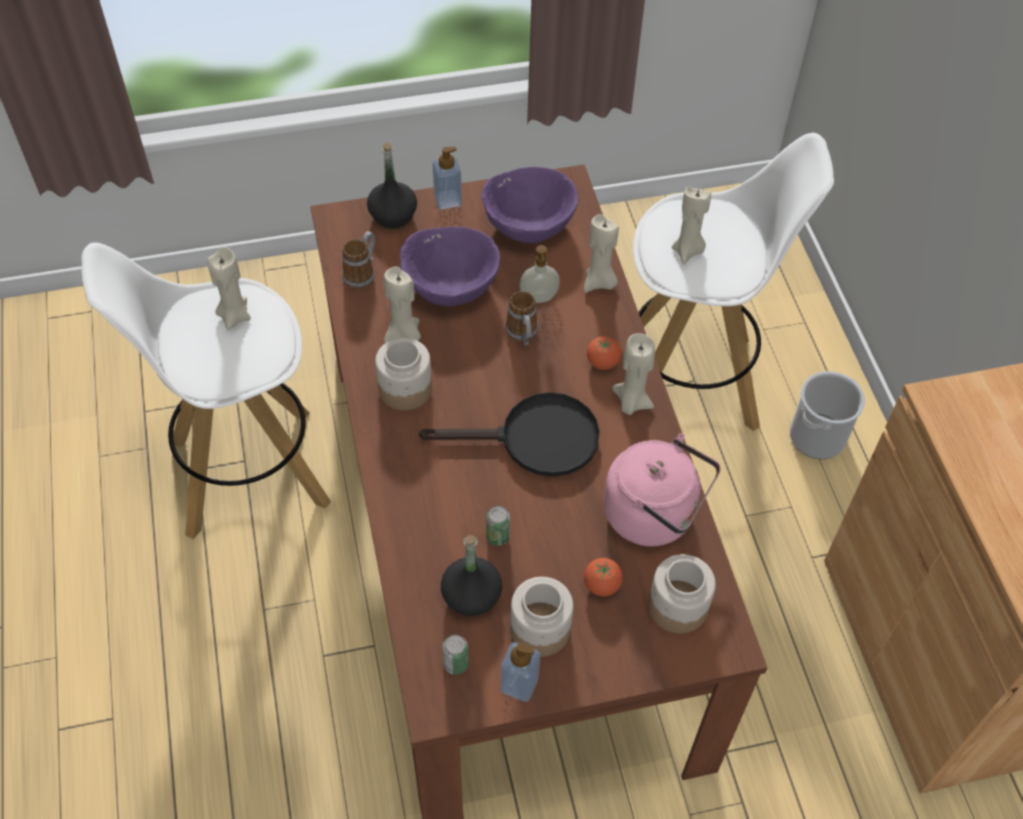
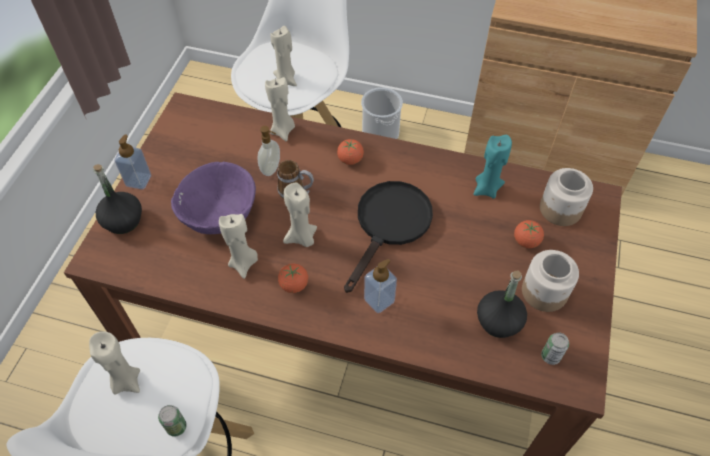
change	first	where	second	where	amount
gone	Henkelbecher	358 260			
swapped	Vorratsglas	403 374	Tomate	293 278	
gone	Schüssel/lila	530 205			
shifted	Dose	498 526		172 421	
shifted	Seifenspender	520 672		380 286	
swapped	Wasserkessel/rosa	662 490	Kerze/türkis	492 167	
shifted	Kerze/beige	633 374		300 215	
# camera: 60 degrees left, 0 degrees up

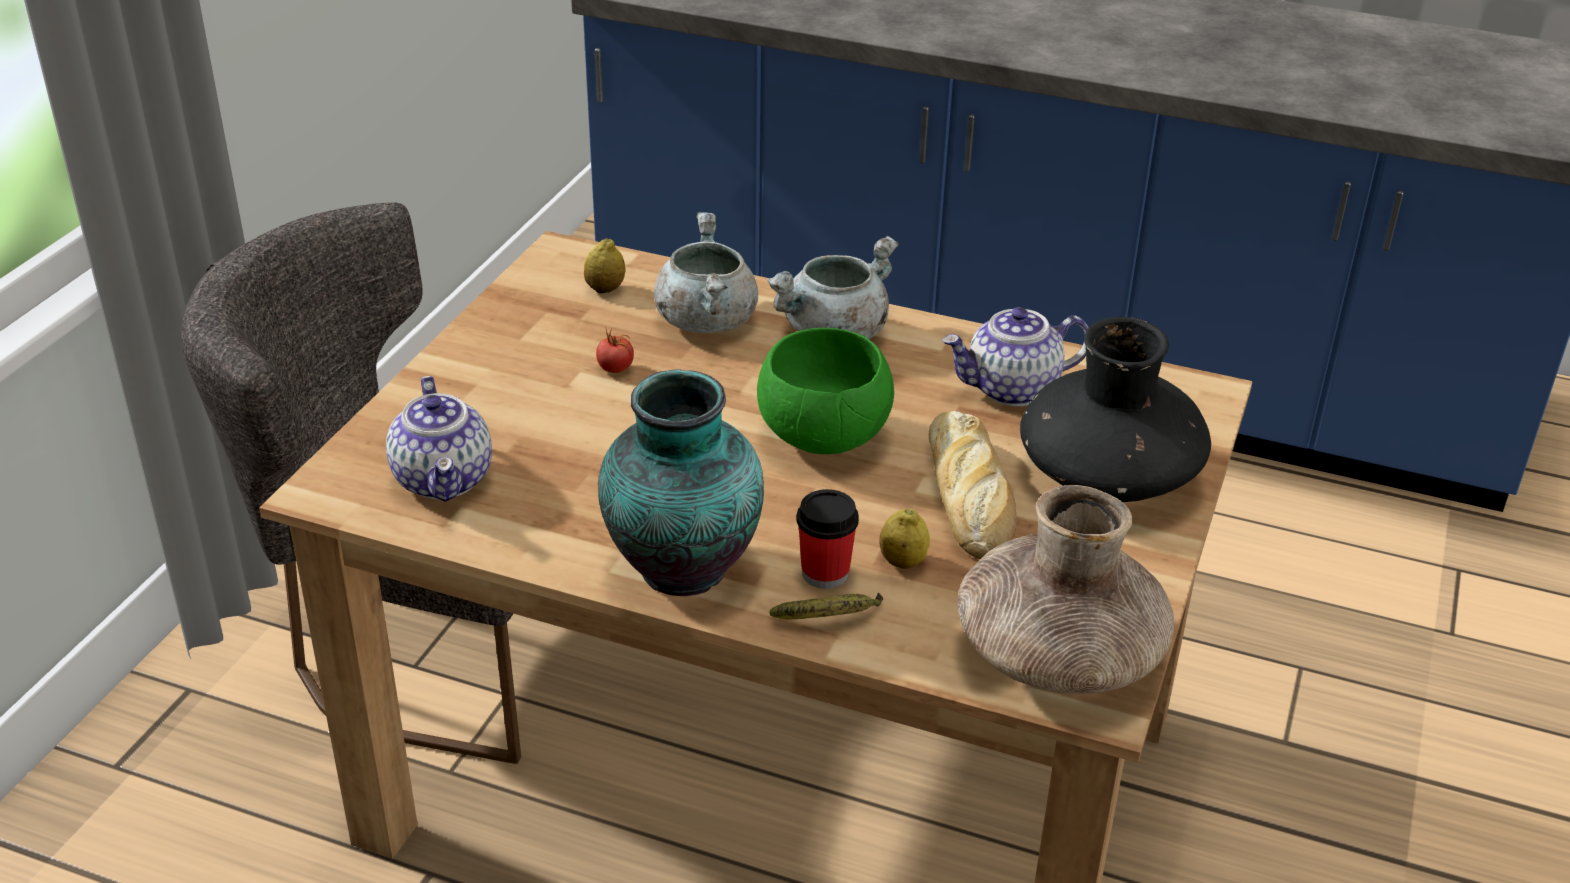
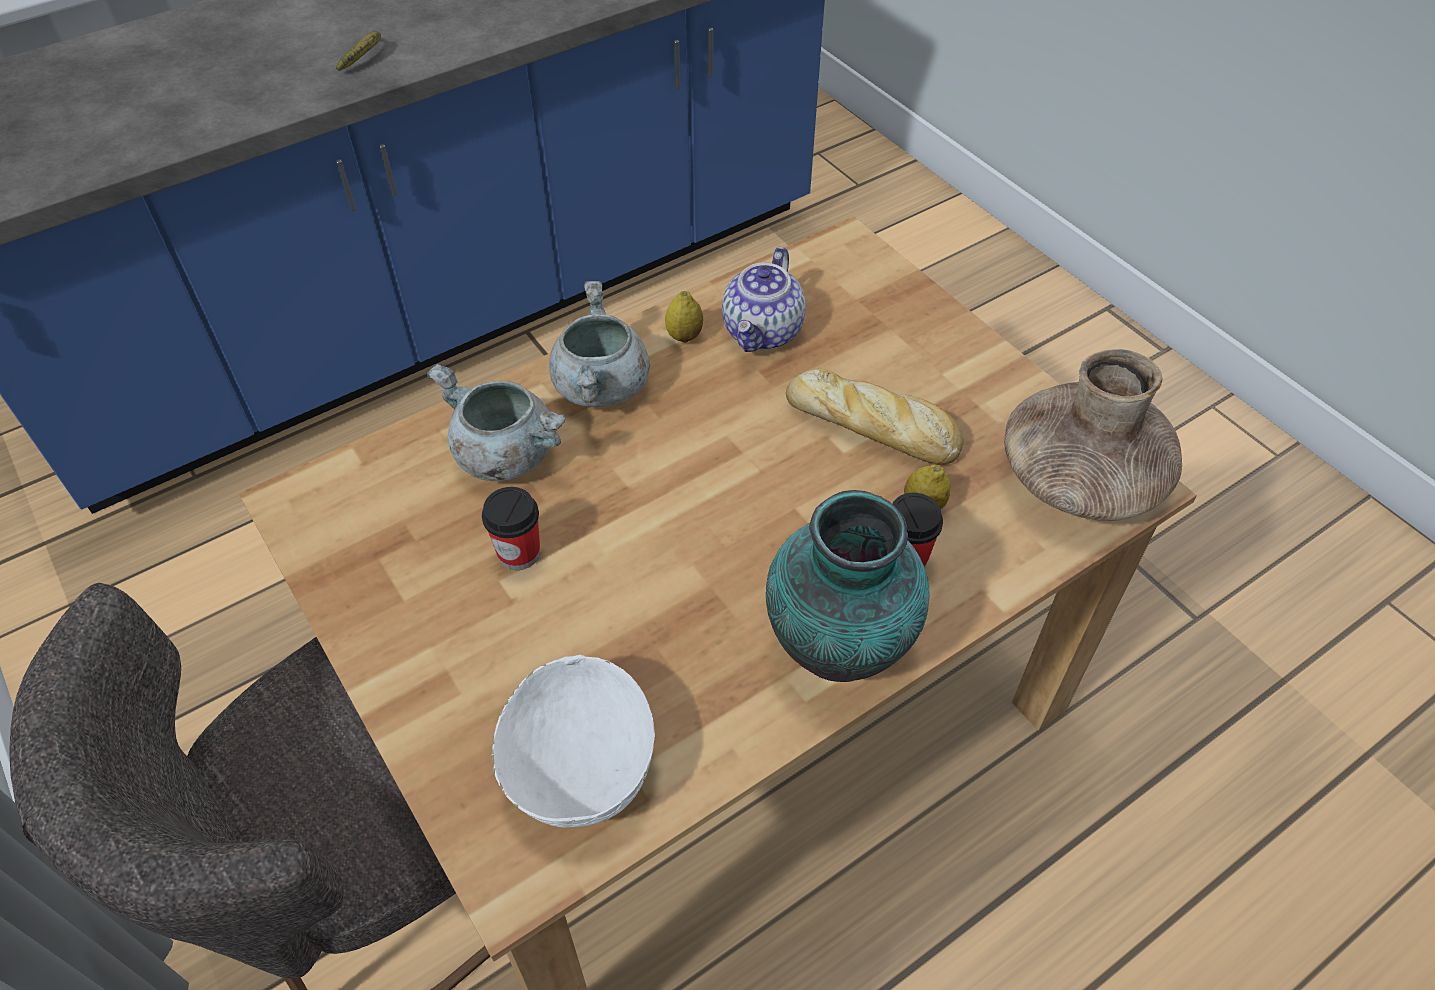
change	first	where	second	where	amount
swapped	Teekanne	439 439	Schüssel/weiß	573 741	
shifted	Zitrone	605 265		684 316	
swapped	Tomate	615 351	Tasse	511 528	
gone	Schüssel/grün	825 391			
shifted	Banane	826 606		358 51	
gone	Vase/schwarz	1115 409			
# camera: 55 degrees left, 15 degrees up

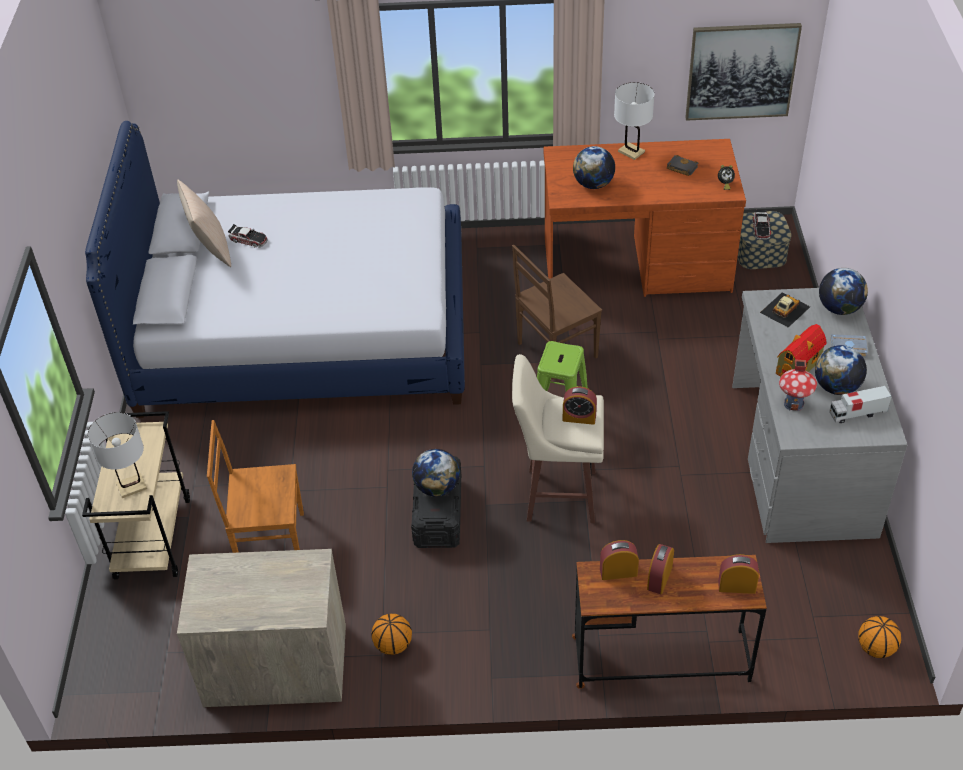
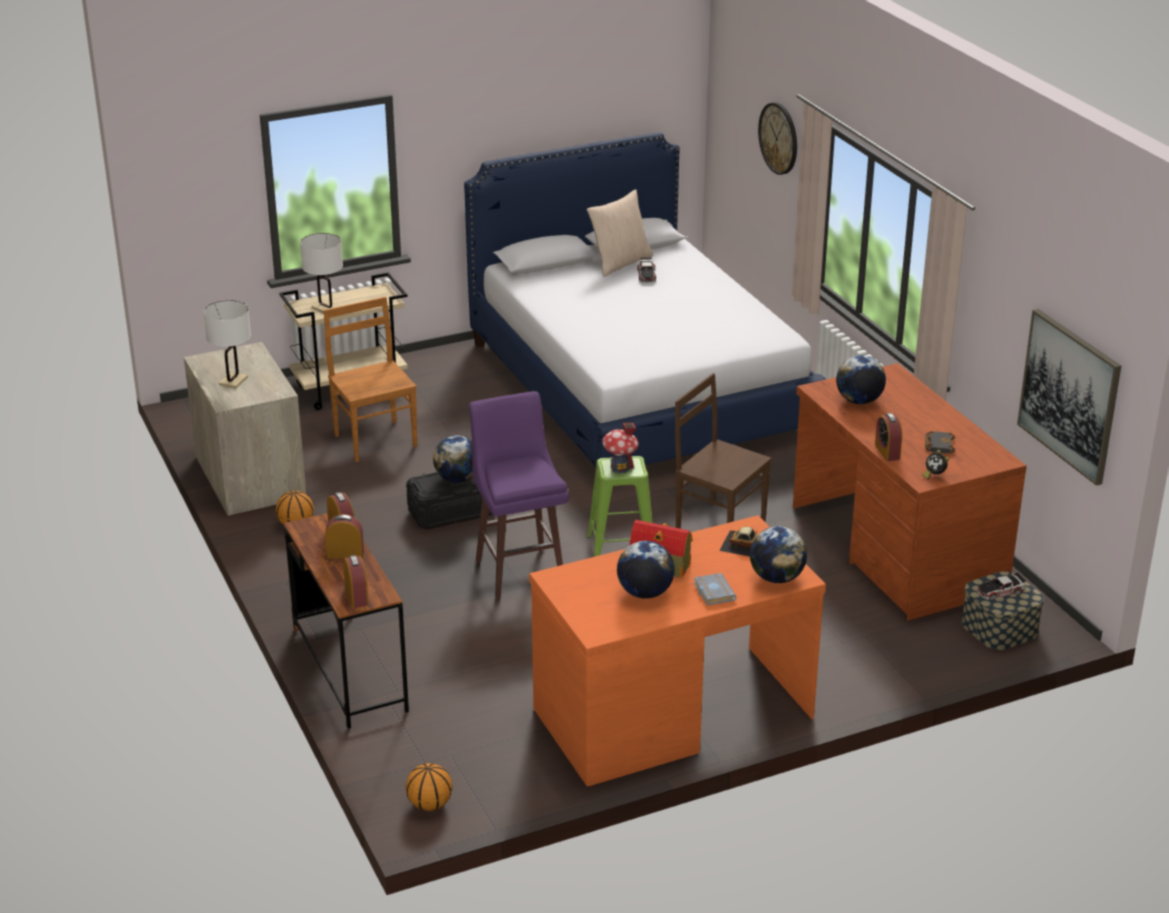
change	first	where	second	where	amount
repainted	Hocker/beige	558 438	Hocker/lila	519 494	
shifted	Wecker	580 406		888 437	
shifted	Tischlampe/weiß	634 121		227 344	
repainted	Schreibtisch/grau	819 415	Schreibtisch/orange	677 650	
shifted	Spielzeughaus	798 385		620 448	
gone	Spielzeuglaster	860 404			
new			Wanduhr	777 138	
# camera: 65 degrees right, 15 degrees down

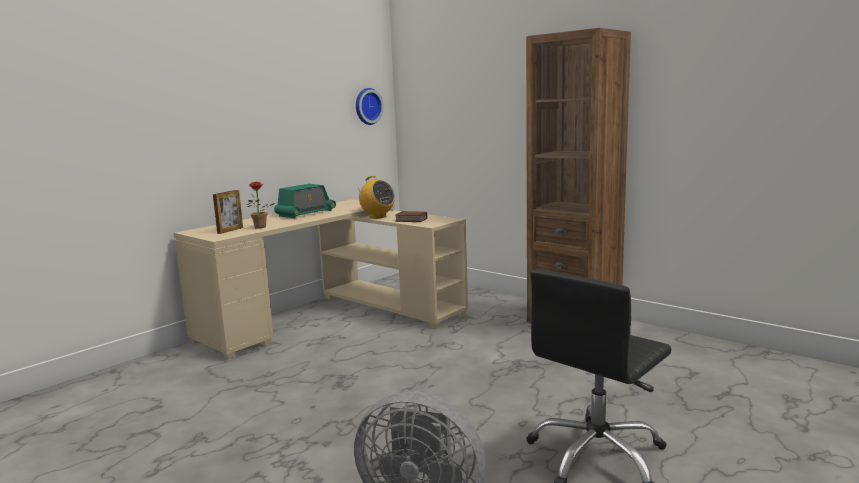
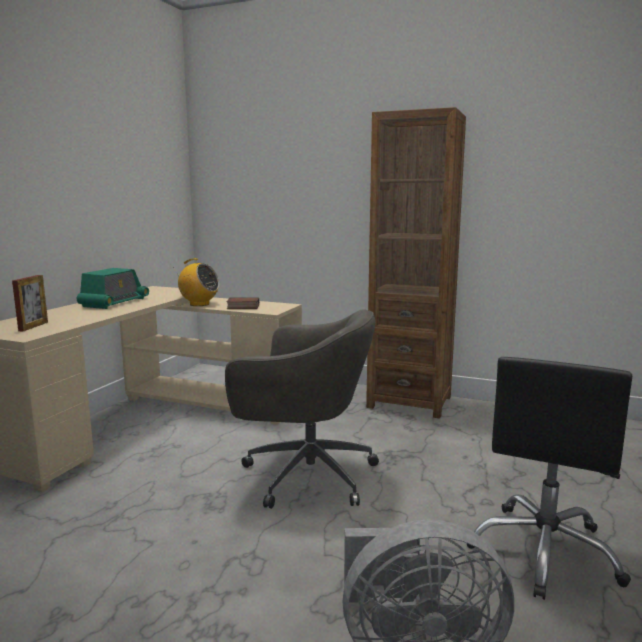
change	first	where	second	where	amount
gone	Topfpflanze	261 205			
gone	Wanduhr	370 106			
new			Bürostuhl/grau	302 409	
# camera: 20 degrees left, 0 degrees up

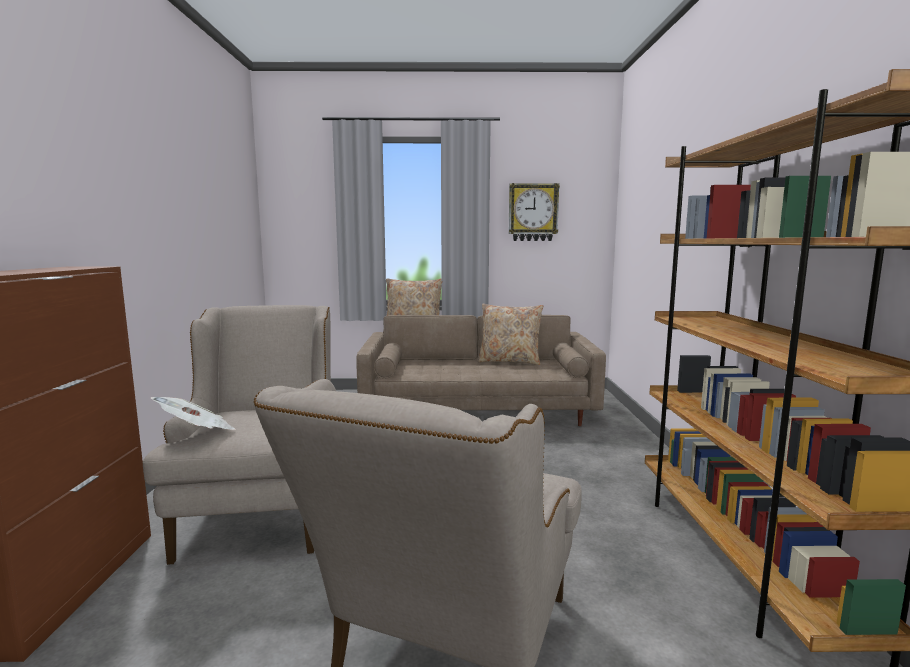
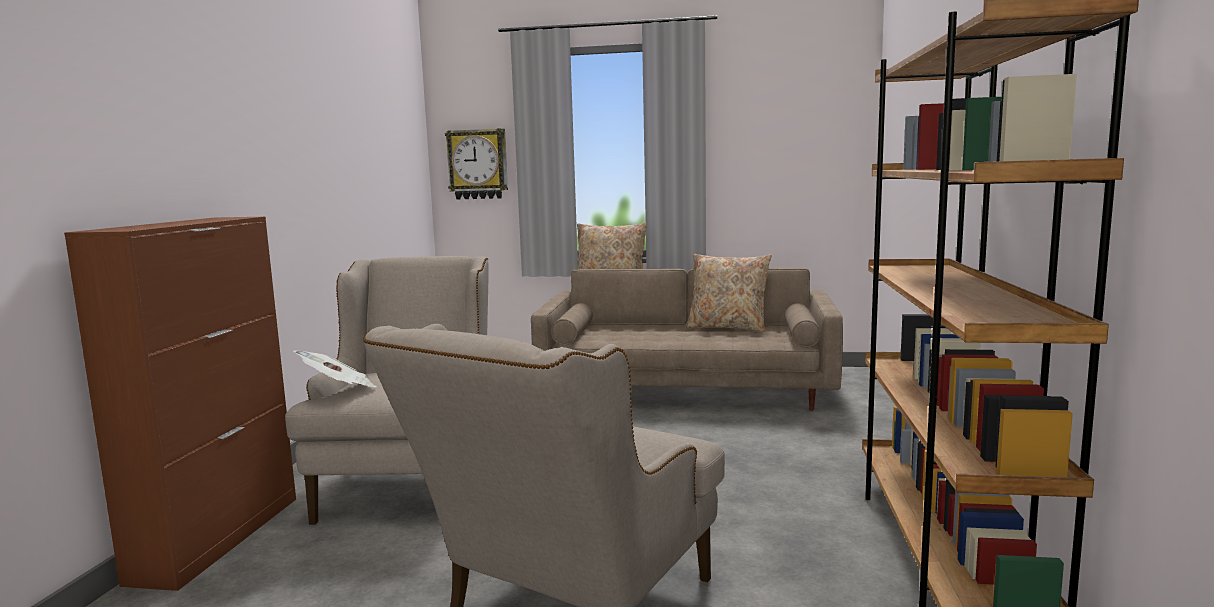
change	first	where	second	where	amount
shifted	Wanduhr	534 212		476 164	
# camera: 10 degrees right, 0 degrees up

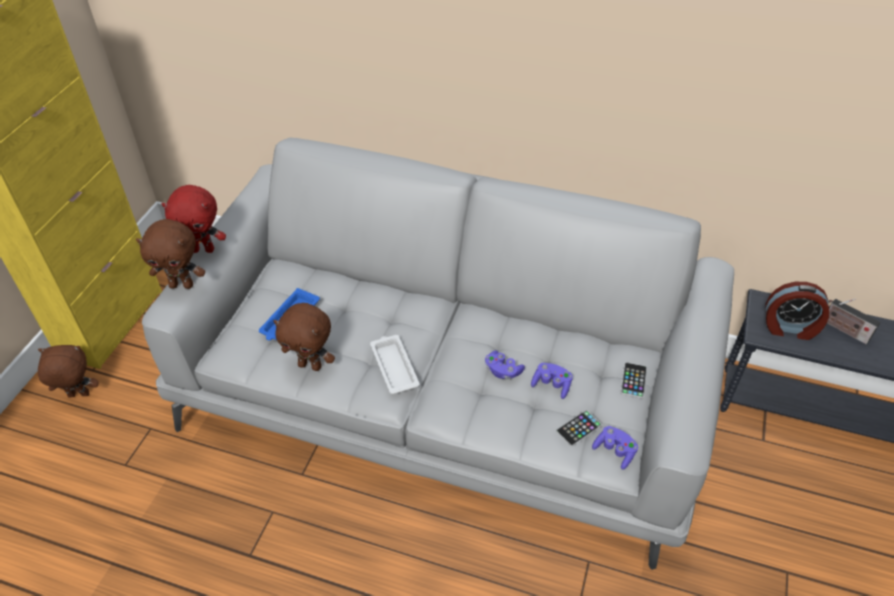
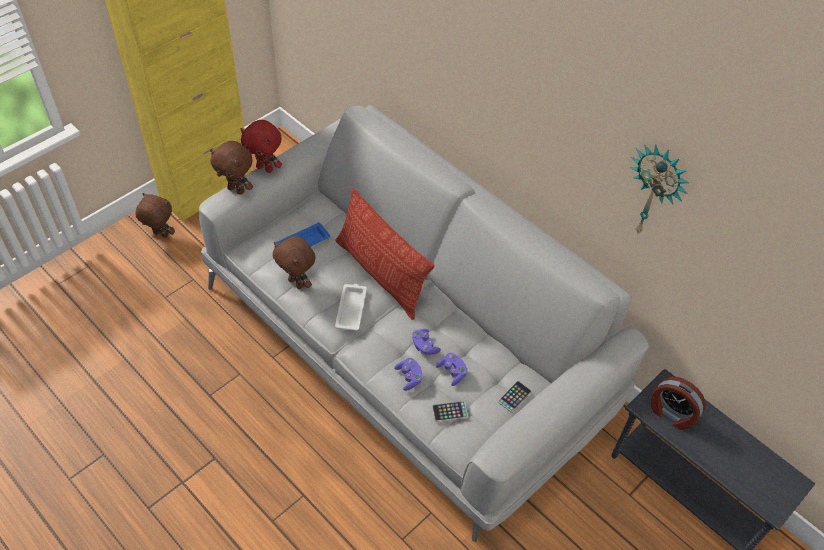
change	first	where	second	where	amount
shifted	Gamepad/lila	615 448		408 374	
gone	Radio	854 321			
new			Kissen	385 254	
new			Wanduhr	659 189	
# camera: 25 degrees right, 5 degrees up

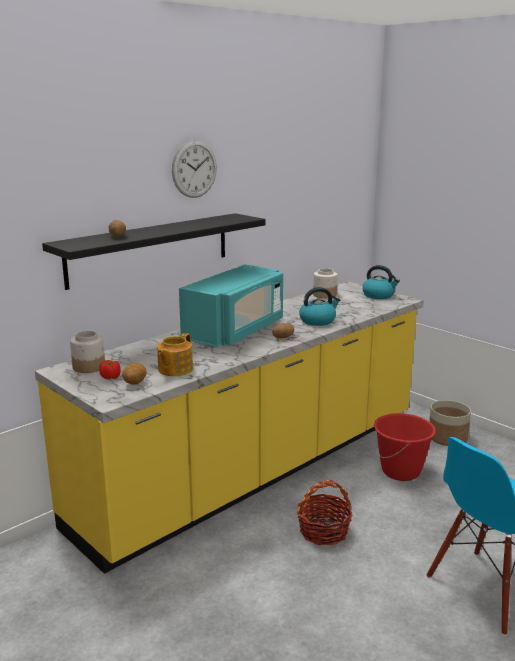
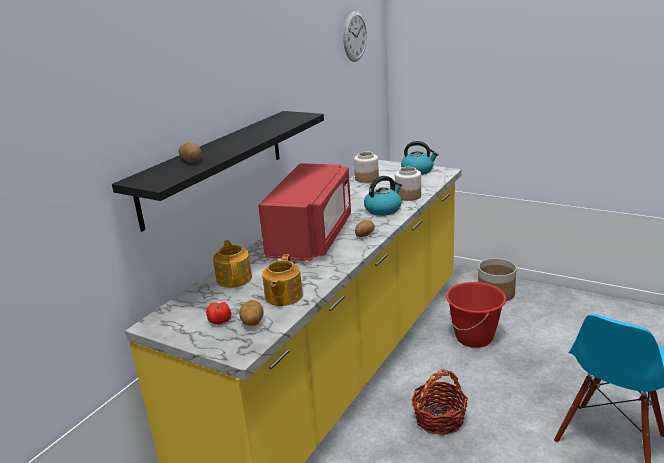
change	first	where	second	where	amount
shifted	Vorratsglas	87 352		408 184	
shifted	Wanduhr	194 169		355 36	
repainted	Mikrowelle/türkis	231 305	Mikrowelle/rot	304 212	
new			Teekanne	232 264	
# camera: 15 degrees left, 5 degrees up

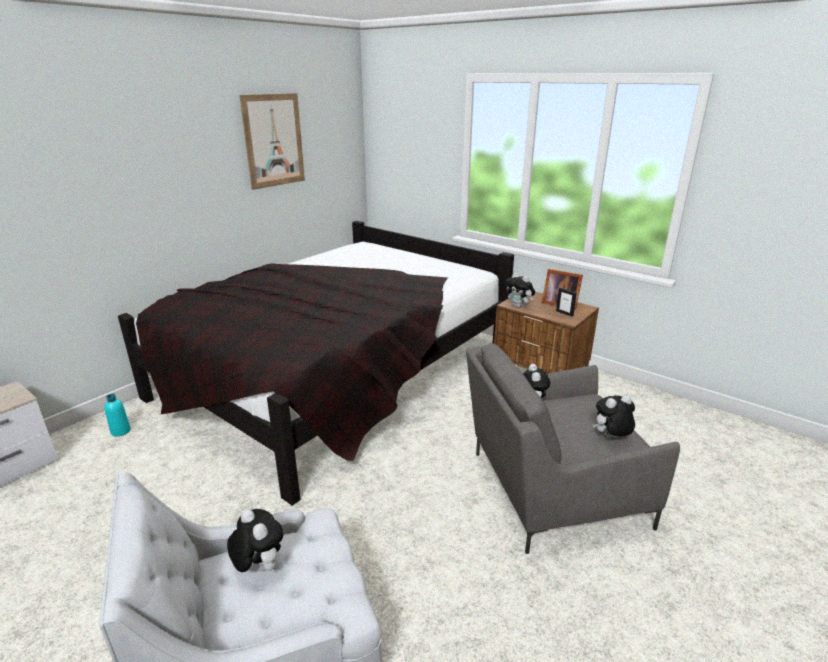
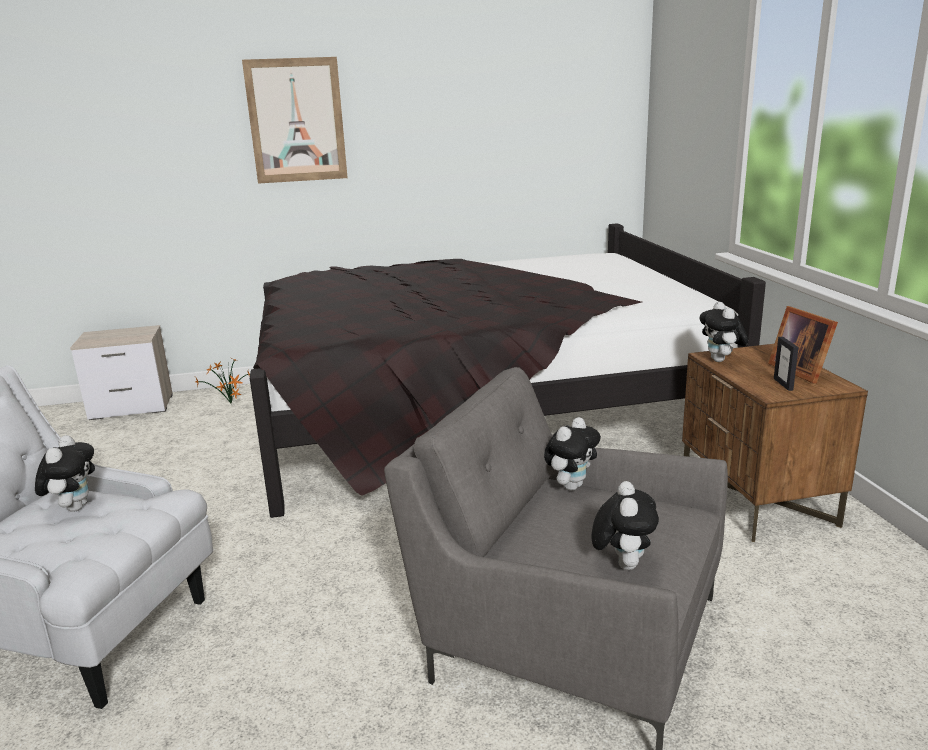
change	first	where	second	where	amount
swapped	Flasche/türkis	117 415	Topfpflanze	222 380	
shifted	Bild	272 141		295 120	
rotated	Plüschtier	614 416		625 525	75 degrees clockwise
# camera: 40 degrees right, 5 degrees down

